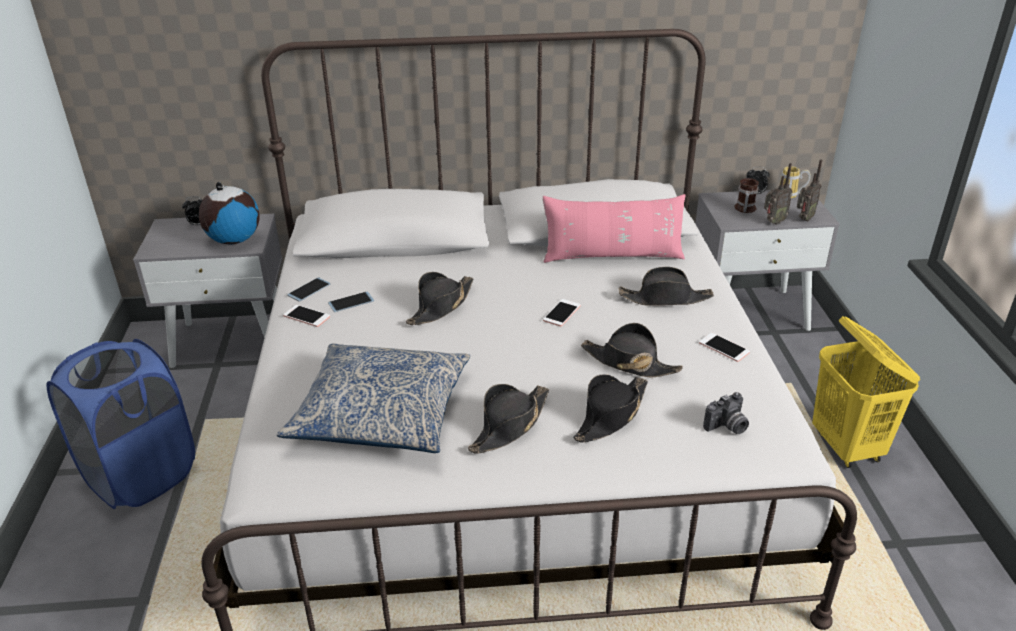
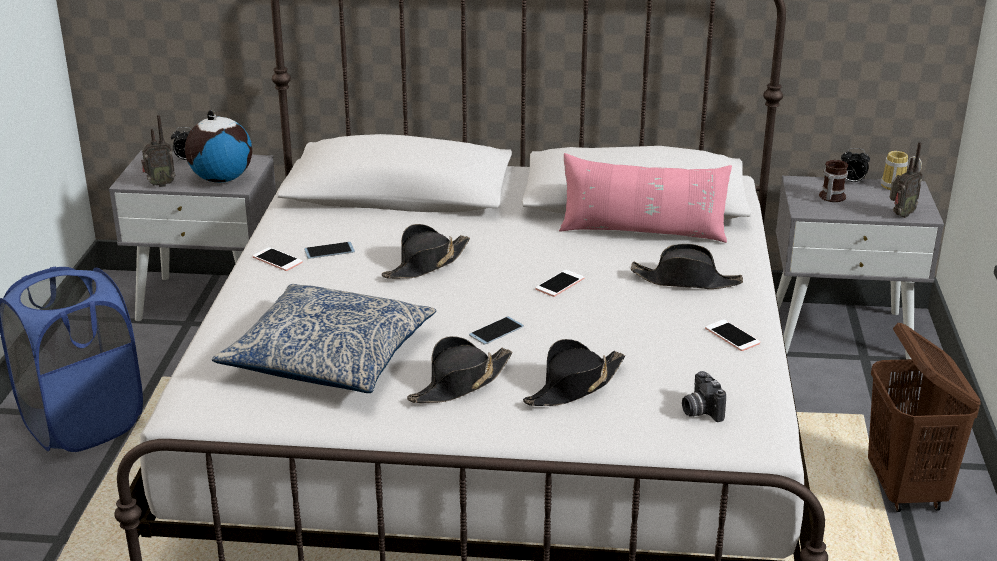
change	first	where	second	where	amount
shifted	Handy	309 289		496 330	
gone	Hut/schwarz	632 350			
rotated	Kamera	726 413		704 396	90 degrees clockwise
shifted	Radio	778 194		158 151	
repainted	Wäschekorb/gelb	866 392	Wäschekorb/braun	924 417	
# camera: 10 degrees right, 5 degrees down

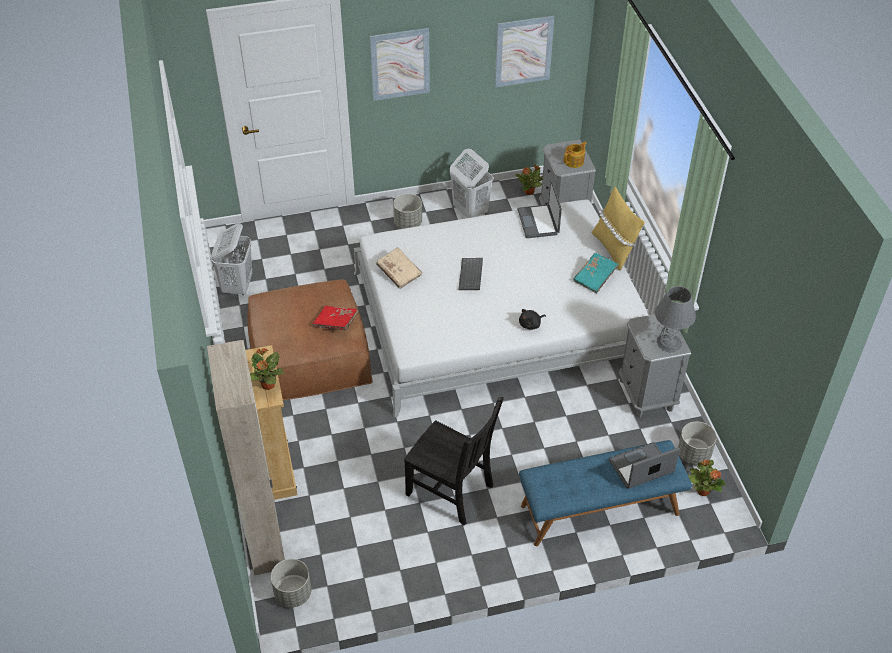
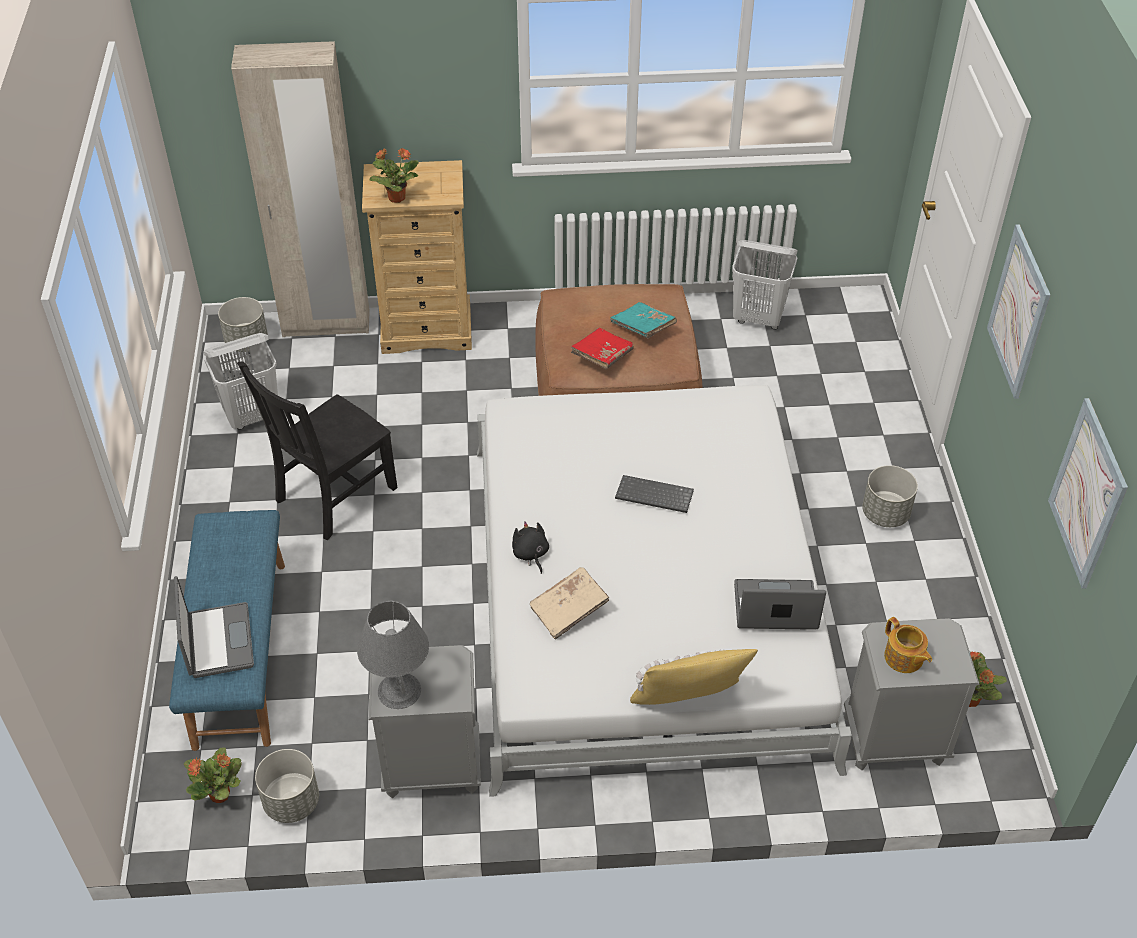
change	first	where	second	where	amount
shifted	Buch/beige	399 268		569 603	
shifted	Wäschekorb/weiß	471 183		241 381	
shifted	Buch/türkis	595 273		643 320	
# camera: 100 degrees right, 0 degrees up

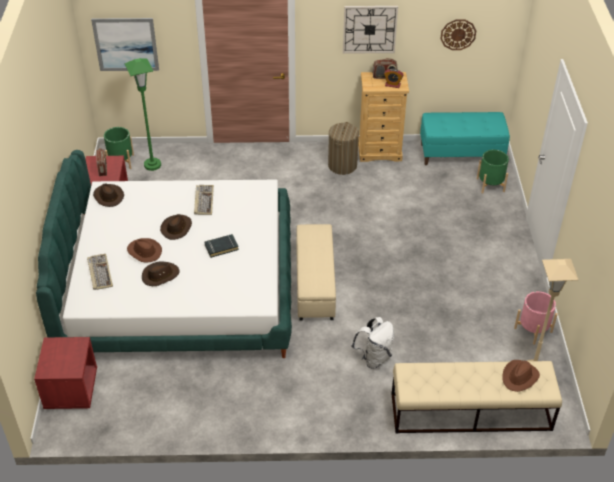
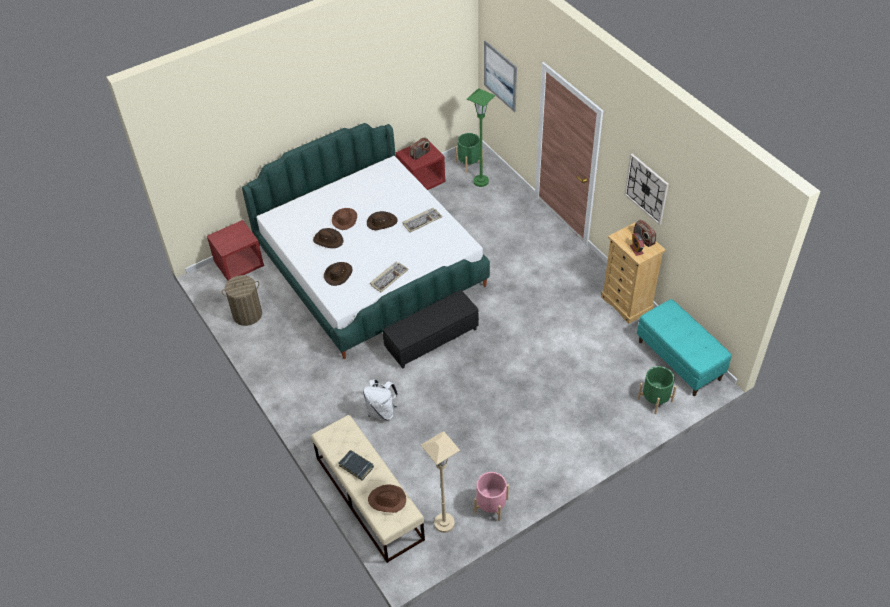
change	first	where	second	where	amount
shifted	Tastatur	100 272		389 277	
shifted	Hut/braun	108 195		338 274	
shifted	Buch/schwarz	222 246		356 465	
repainted	Polsterhocker/beige	316 272	Polsterhocker/schwarz	431 329	
shifted	Wäschekorb	343 148		242 300	
gone	Wanduhr	458 34			
# camera: 60 degrees right, 5 degrees up

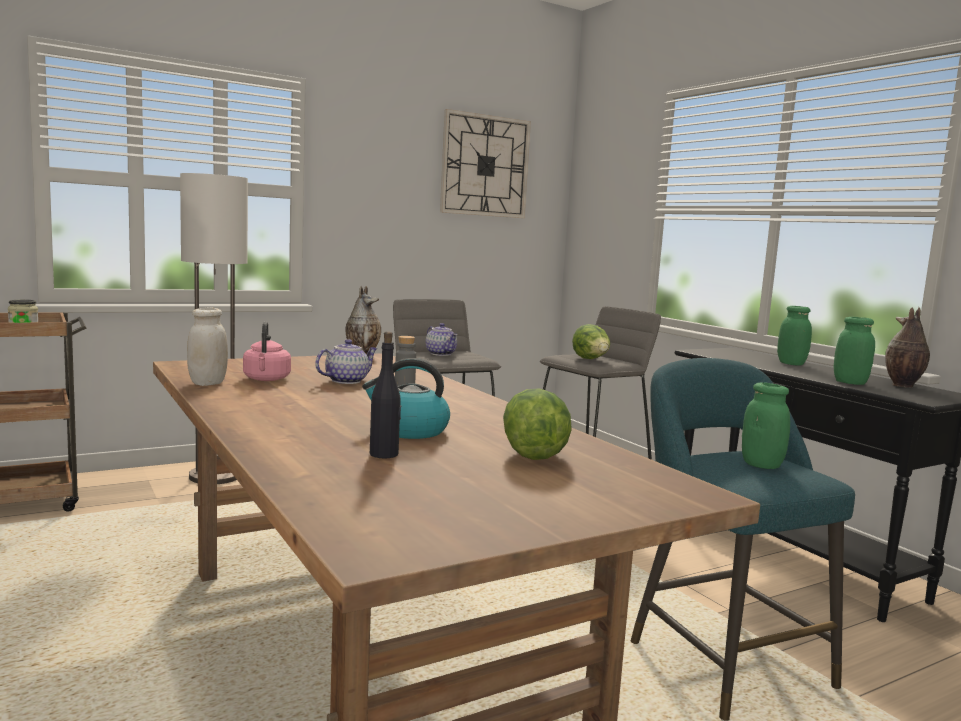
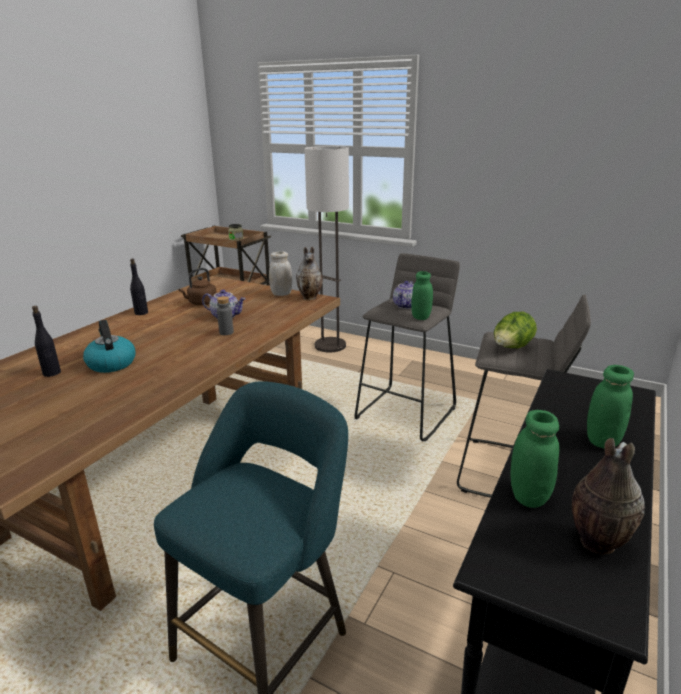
change	first	where	second	where	amount
shifted	Vorratsglas/weiß	207 347		280 273	
repainted	Wasserkessel/rosa	267 351	Wasserkessel/braun	198 286	
gone	Wanduhr	485 163			
gone	Salatkopf	537 424			
shifted	Vorratsglas/grün	766 425		422 295	
new			Flasche/schwarz	139 287	
# camera: 60 degrees right, 15 degrees up

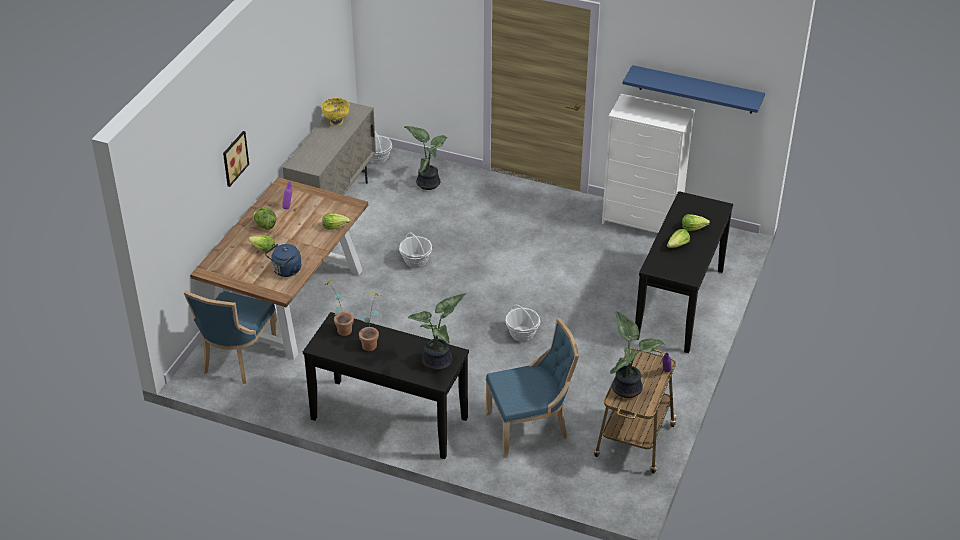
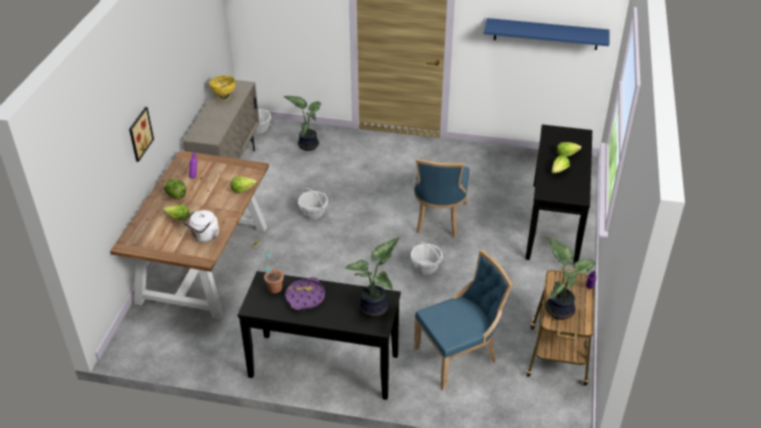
change	first	where	second	where	amount
shifted	Stuhl/blau	231 337		441 197	
repainted	Wasserkessel/blau	283 260	Wasserkessel/weiß	201 226	
swapped	Topfpflanze	371 321	Tablett/lila	305 293	
gone	Kommode/weiß	648 163			
# camera: 10 degrees left, 0 degrees up

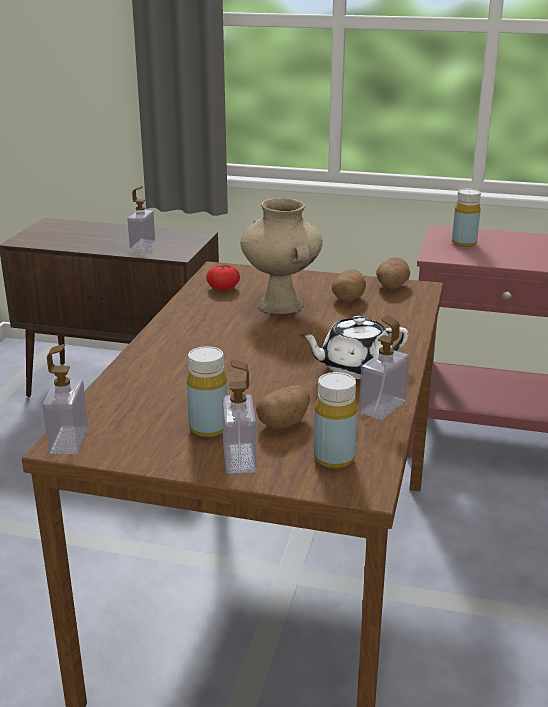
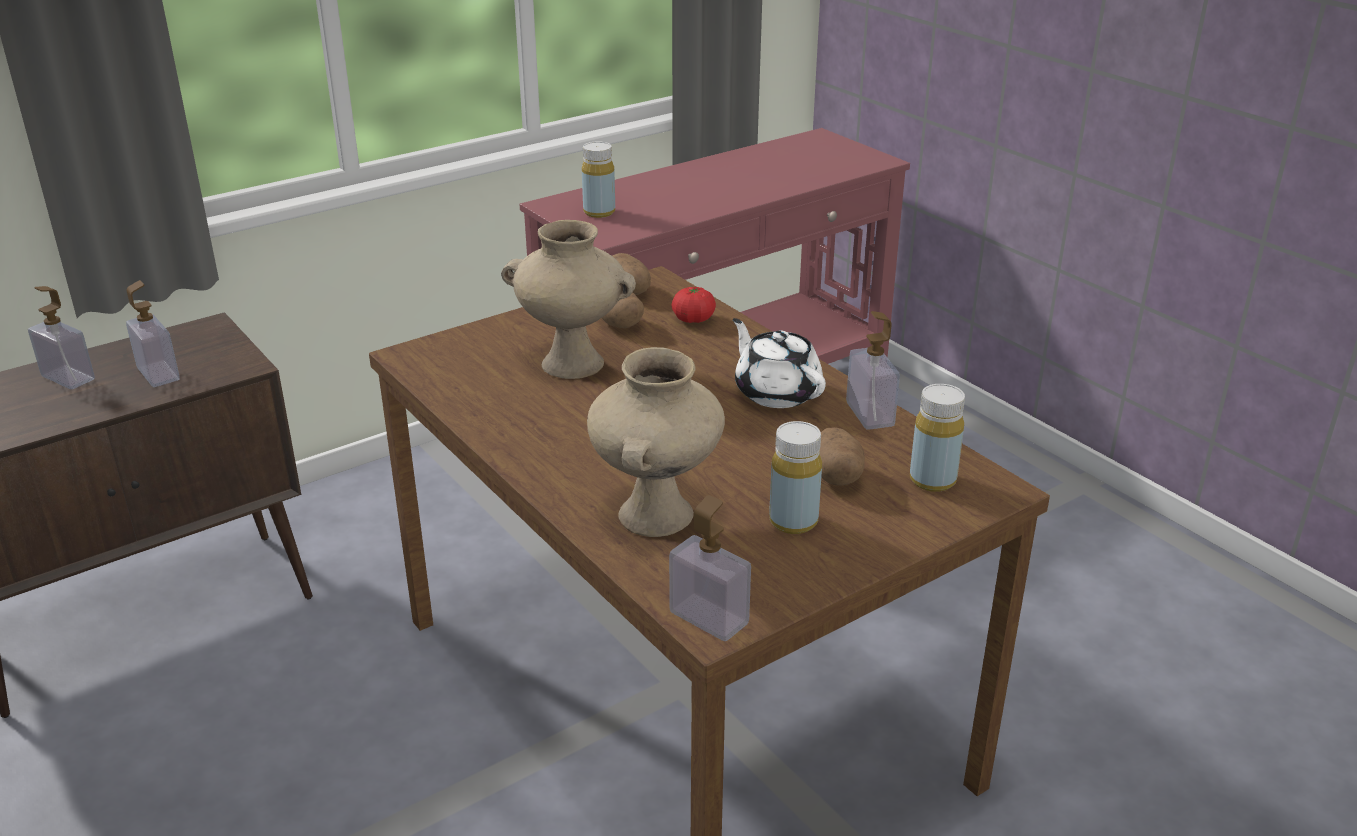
change	first	where	second	where	amount
shifted	Tomate	223 277		694 305	
shifted	Seifenspender	239 417		61 337	
rotated	Teekanne/weiß	354 347		779 363	120 degrees clockwise
new			Vase/beige	656 442	
# camera: 50 degrees left, 5 degrees up

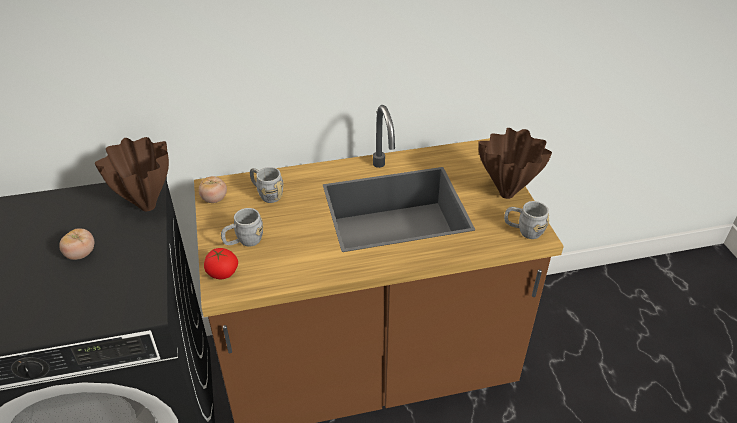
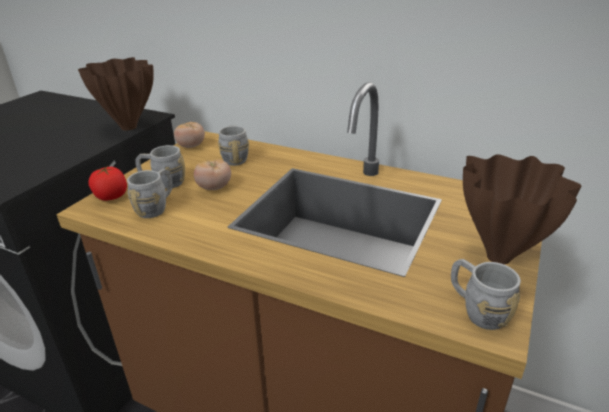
change	first	where	second	where	amount
shifted	Tomate	76 244		212 174	
new			Henkelbecher/grau	150 193	
# camera: 40 degrees right, 10 degrees down

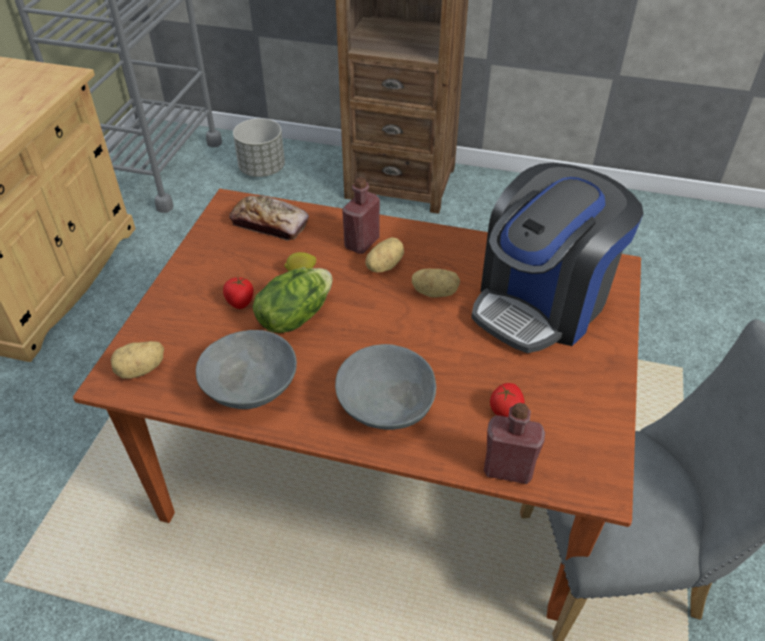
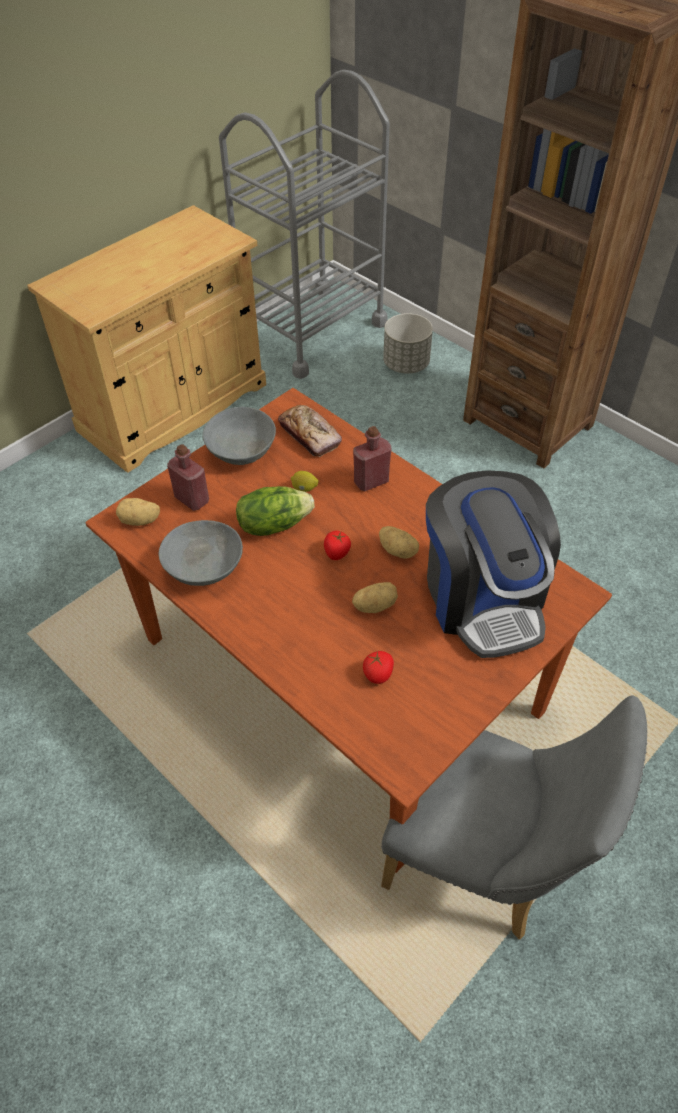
change	first	where	second	where	amount
shifted	Tomate	238 293		337 545	
shifted	Schüssel/grau	385 387		239 436	
shifted	Kartoffel	384 254		375 597	
rotated	Kaffeemaschine	557 258		493 564	90 degrees counterclockwise
shifted	Flasche/rot	514 443		188 477	
# camera: 30 degrees right, 5 degrees up

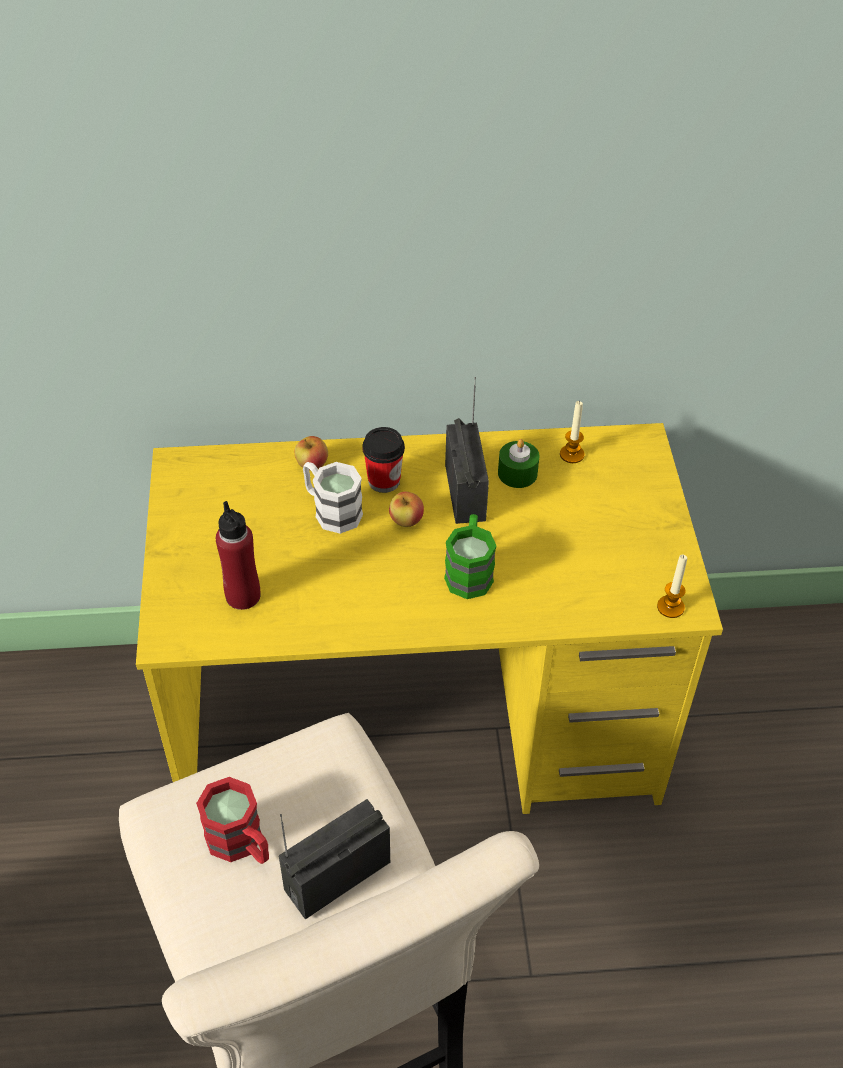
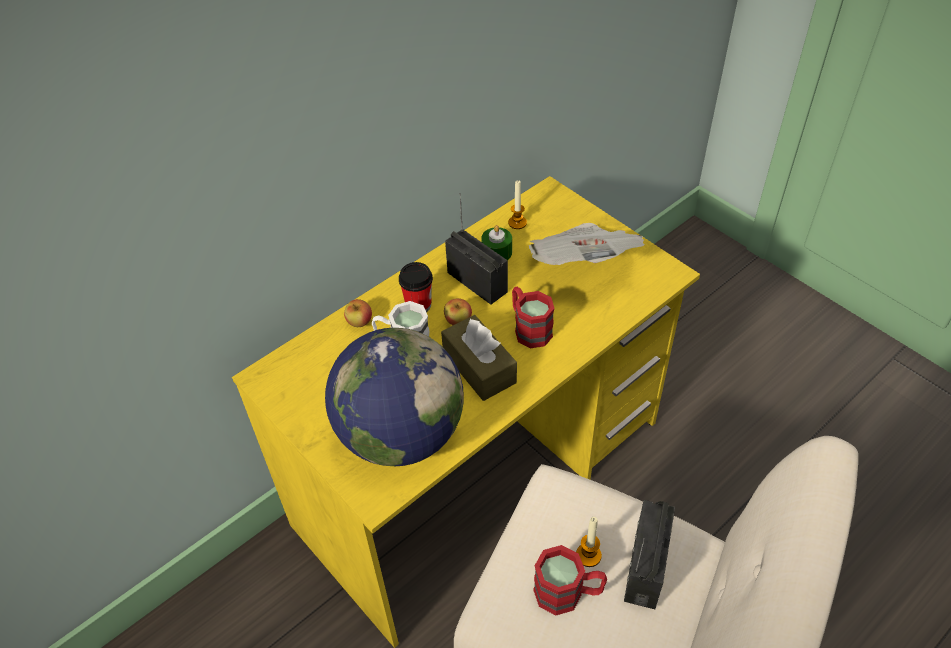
change	first	where	second	where	amount
swapped	Flasche/rot	238 555	Globus	394 397	
repainted	Henkelbecher/grün	470 556	Henkelbecher/rot	533 317	
shifted	Kerze	672 586		589 542	
new			Taschentuchbox/braun	479 358	
new			Zeitung	587 244	
# camera: 35 degrees left, 0 degrees up

